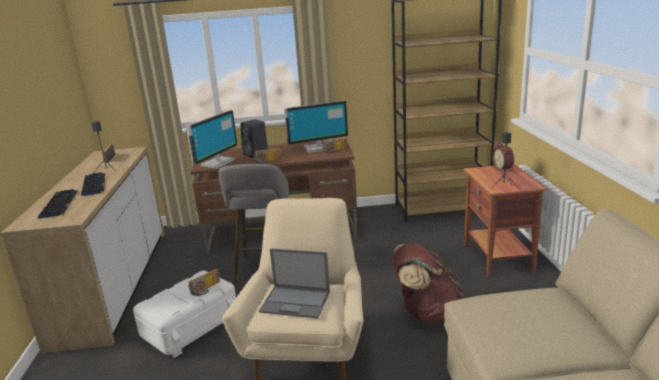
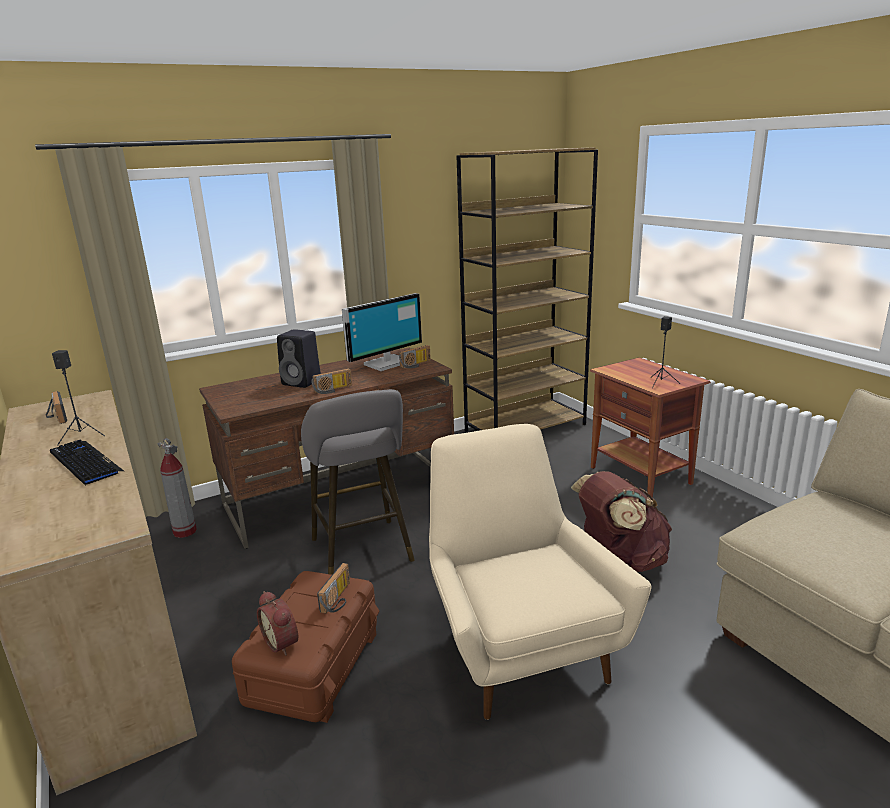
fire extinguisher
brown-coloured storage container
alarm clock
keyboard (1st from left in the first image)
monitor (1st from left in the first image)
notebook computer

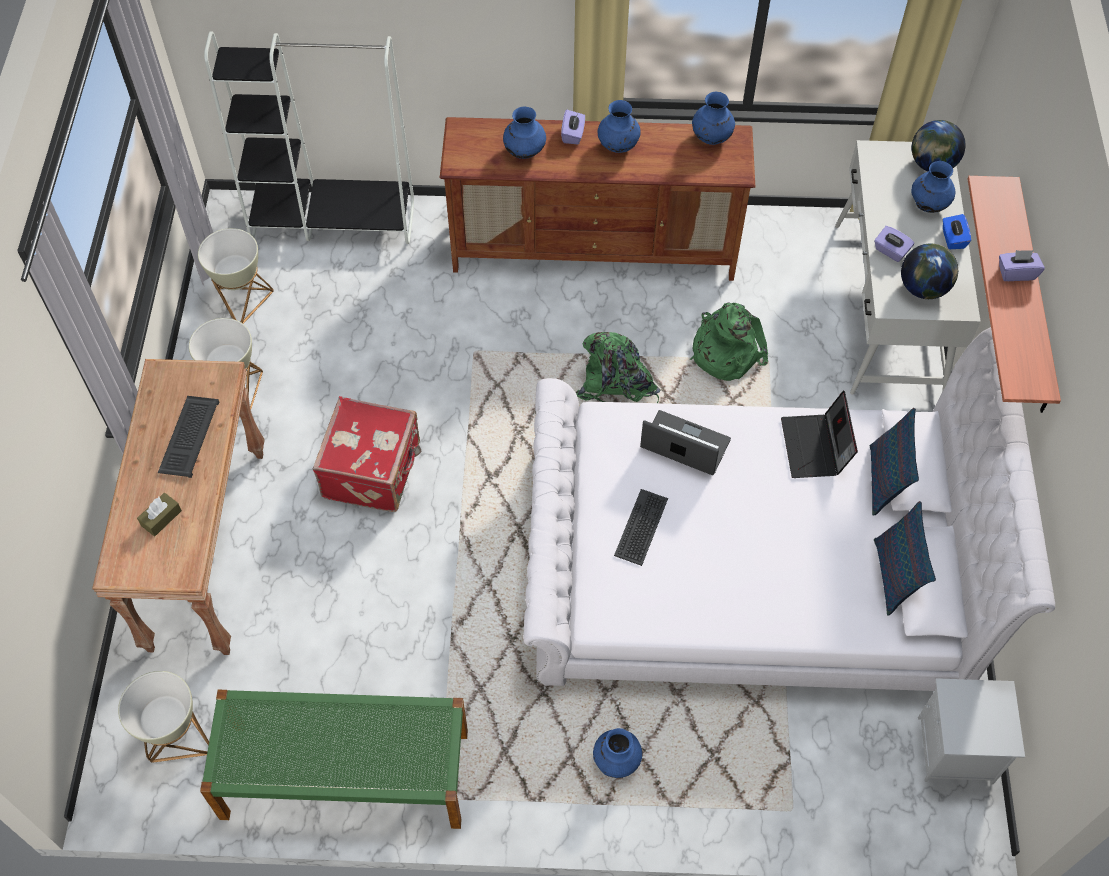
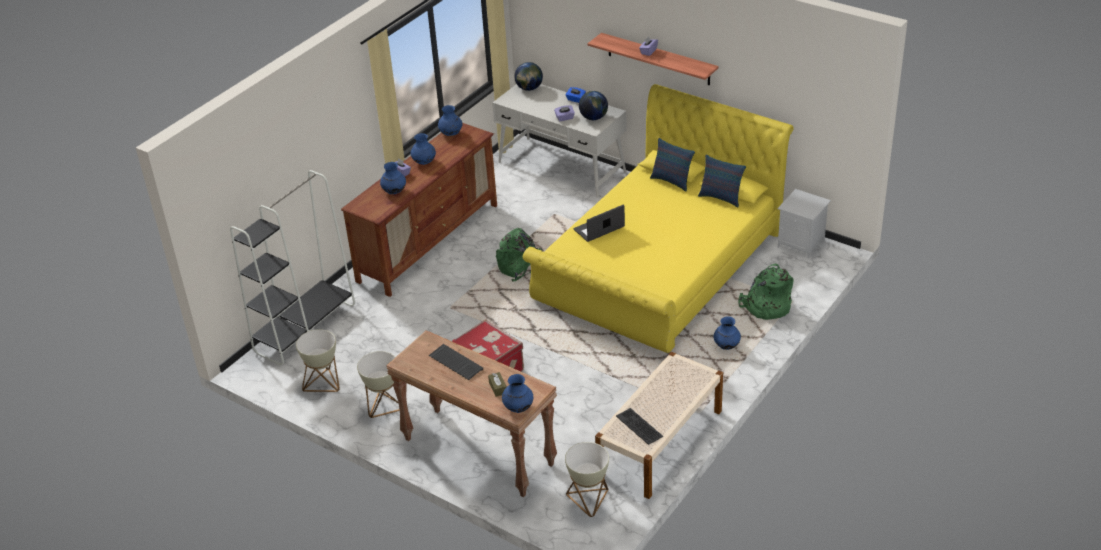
blue-coloured flower vase (4th from left)
yellowish bedroom bed
beige-coloured long seat
keyboard (2nd from left)
green rucksack (2nd from left)
notebook computer (2nd from left in the first image)

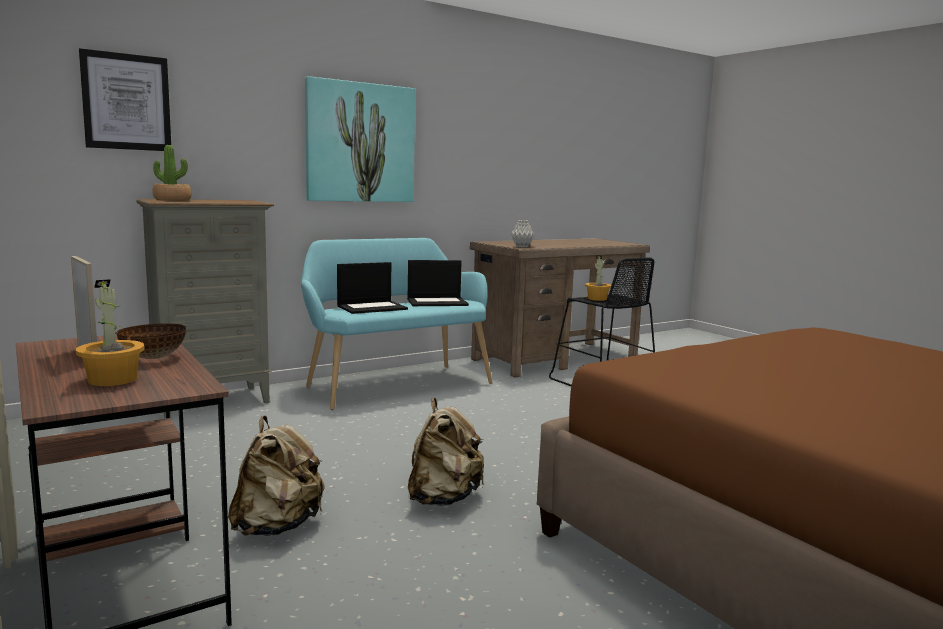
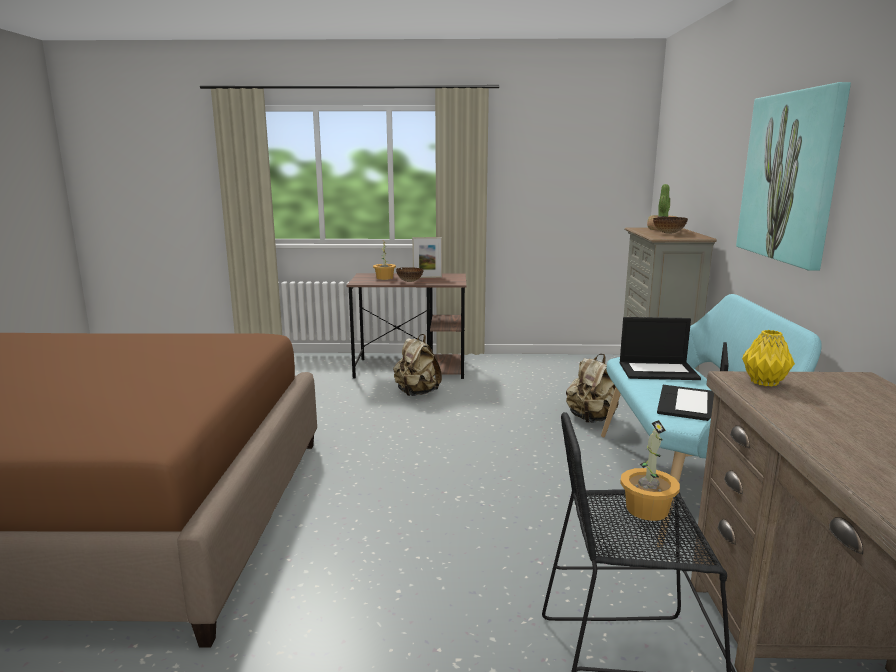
beige-coloured rucksack (2nd from left)
notebook computer (1st from left)
bowl (2nd from left)
yellowish flower vase
picture (1st from left in the first image)

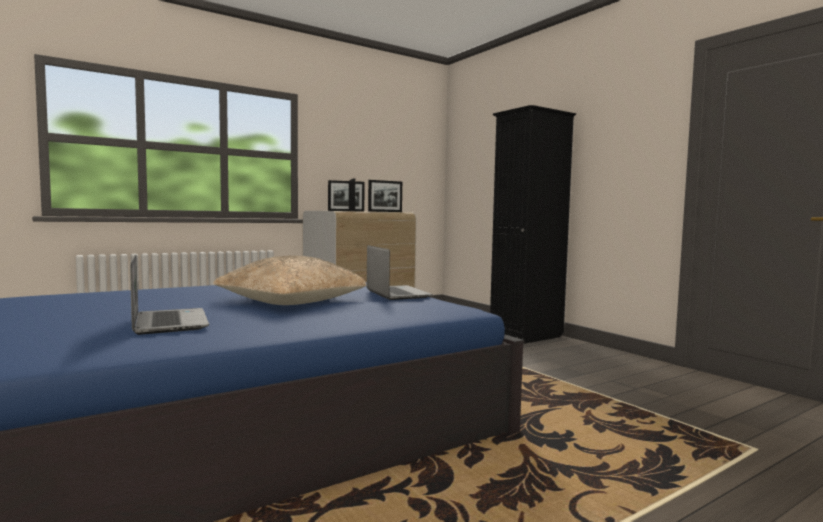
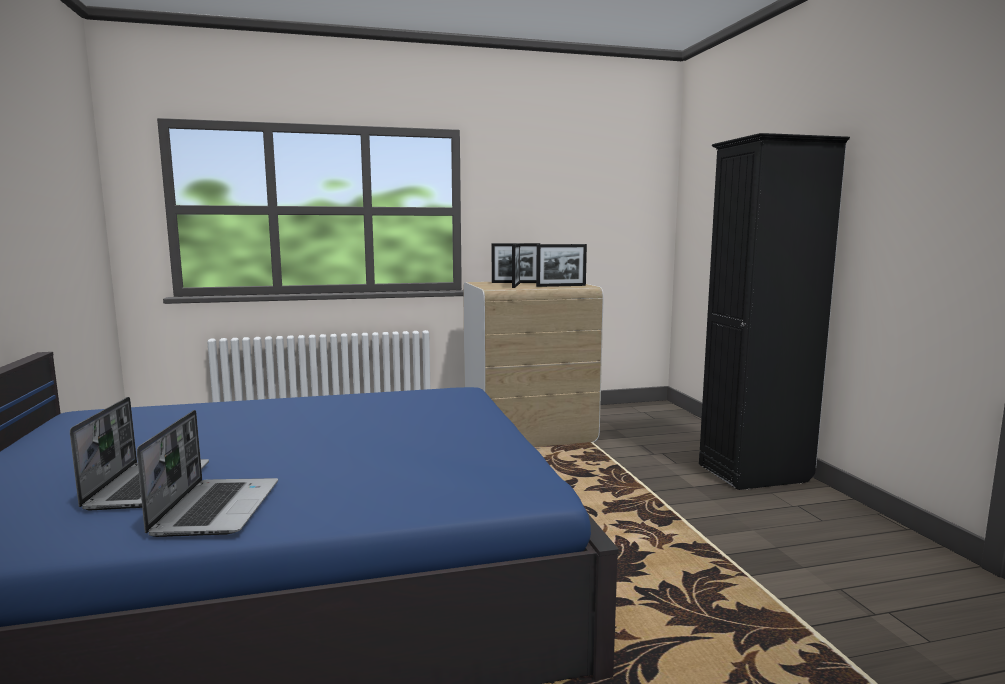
notebook computer (2nd from left)
beige-coloured throw pillow

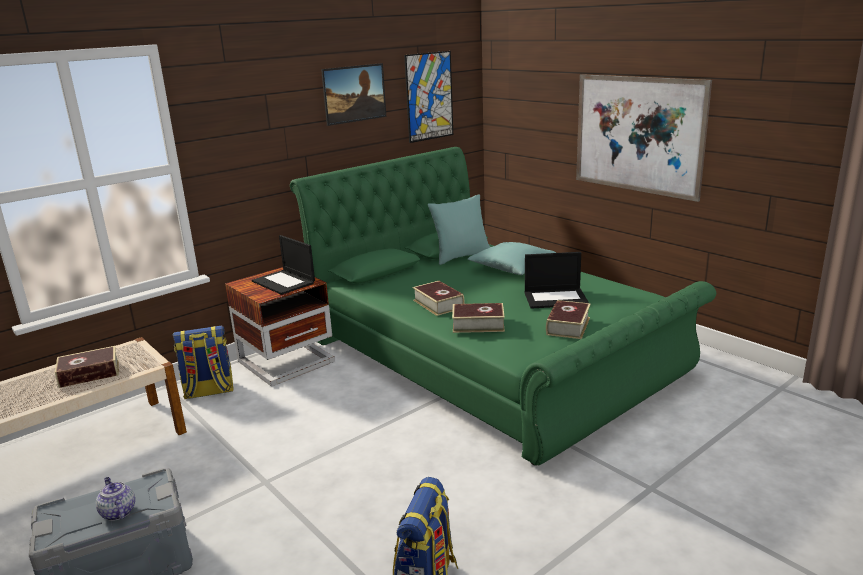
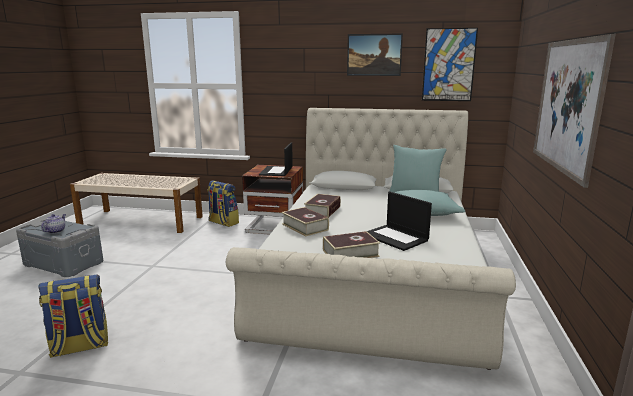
beige-coloured bedroom bed
volume (1st from left in the first image)

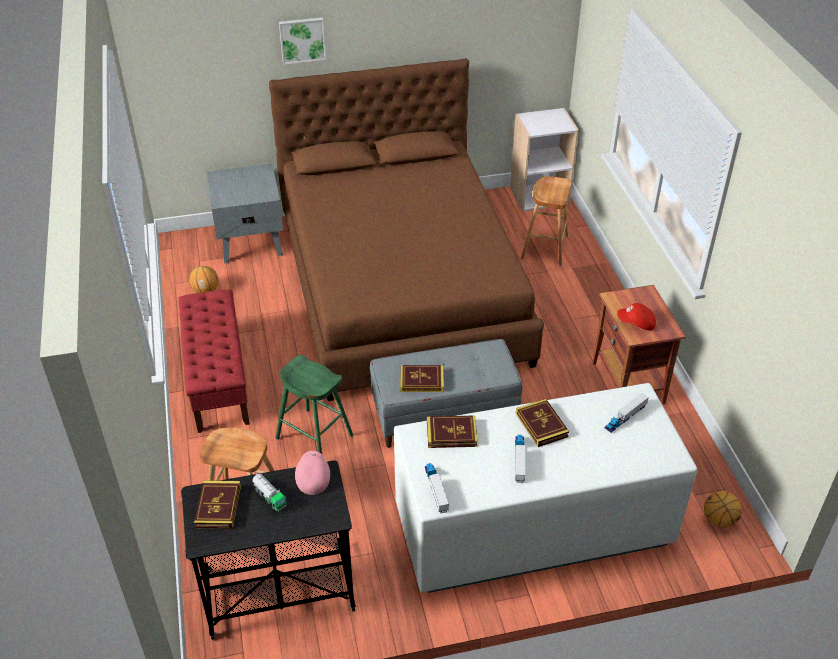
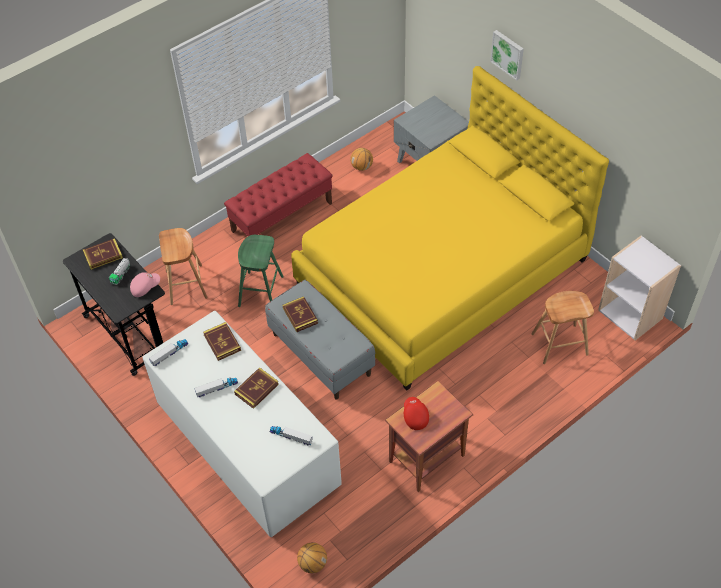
yellowish bedroom bed

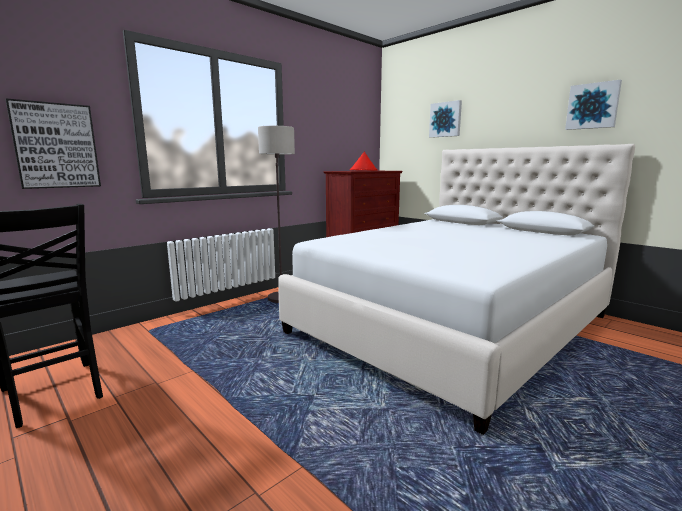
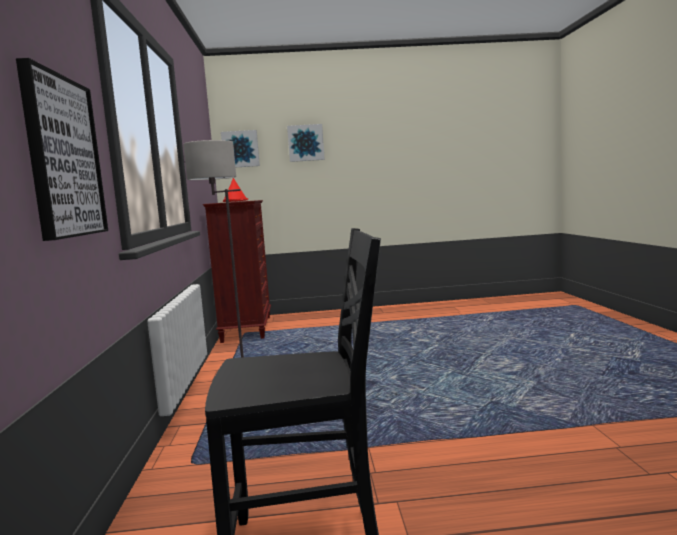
picture (2nd from left)
white bedroom bed

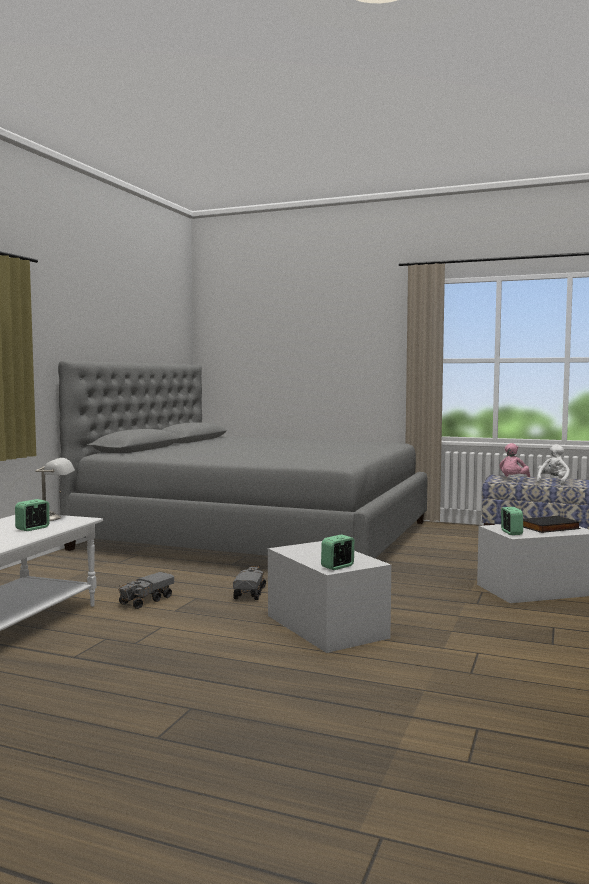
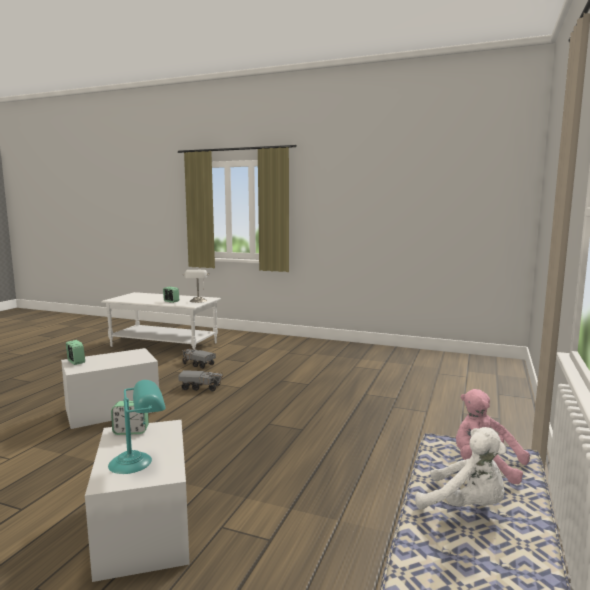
turquoise-coloured lamp for a table
greyish bedroom bed

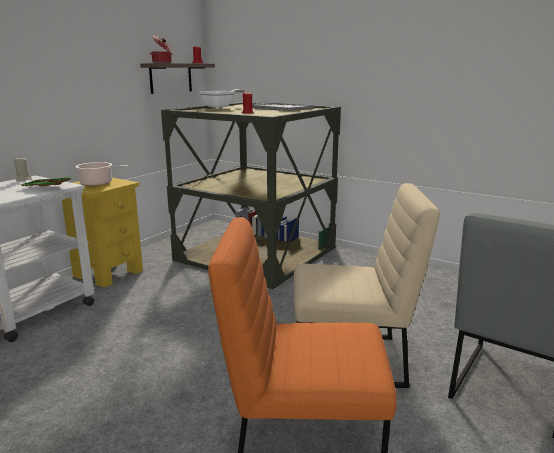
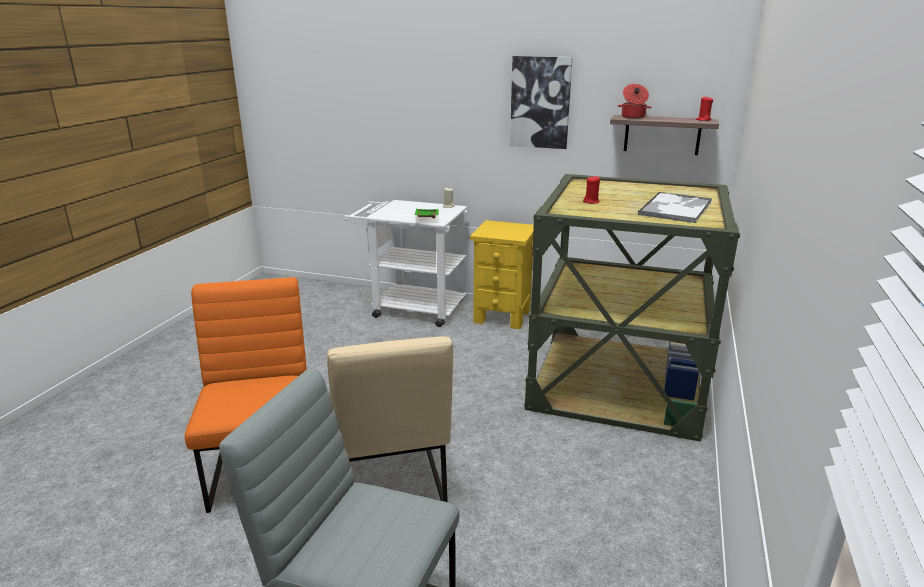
picture
stockpot (1st from left in the first image)
pan

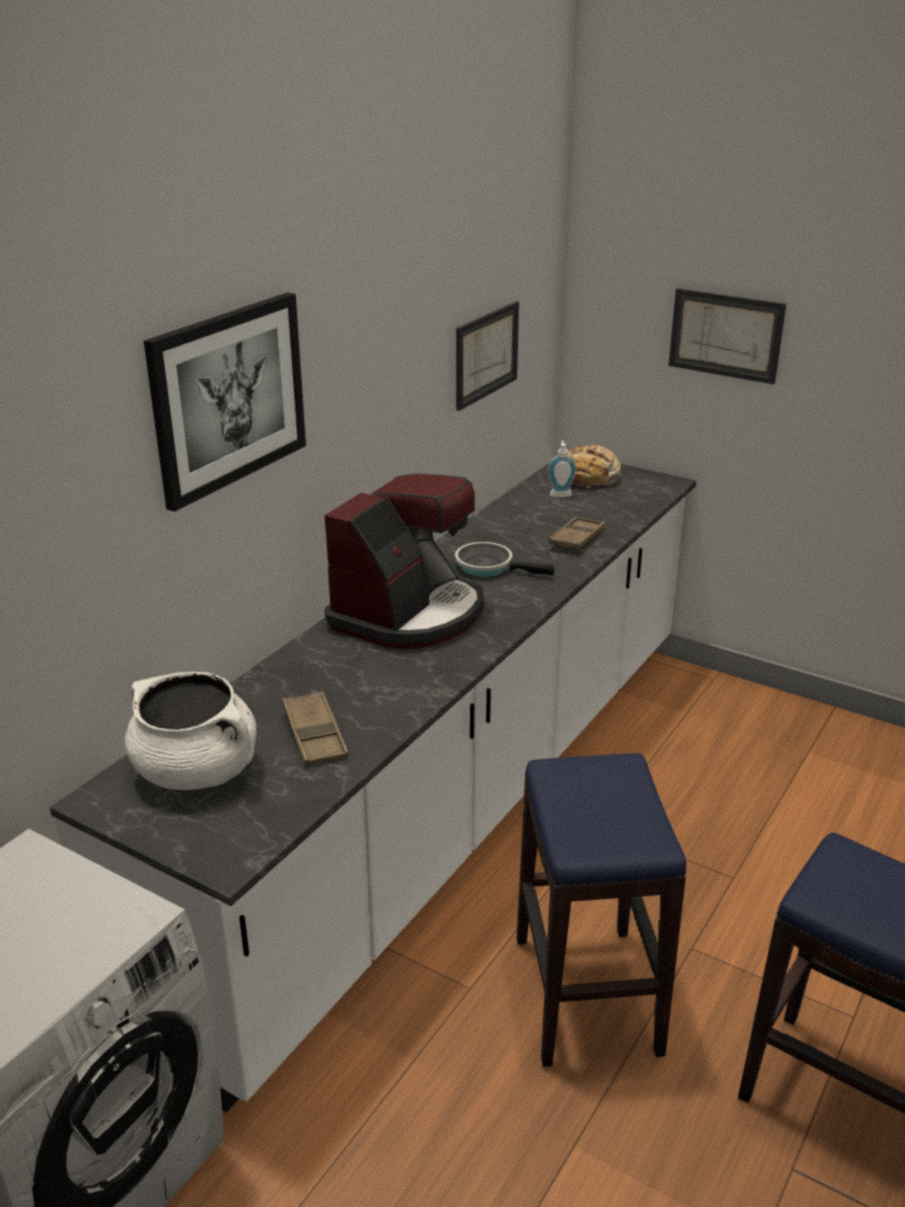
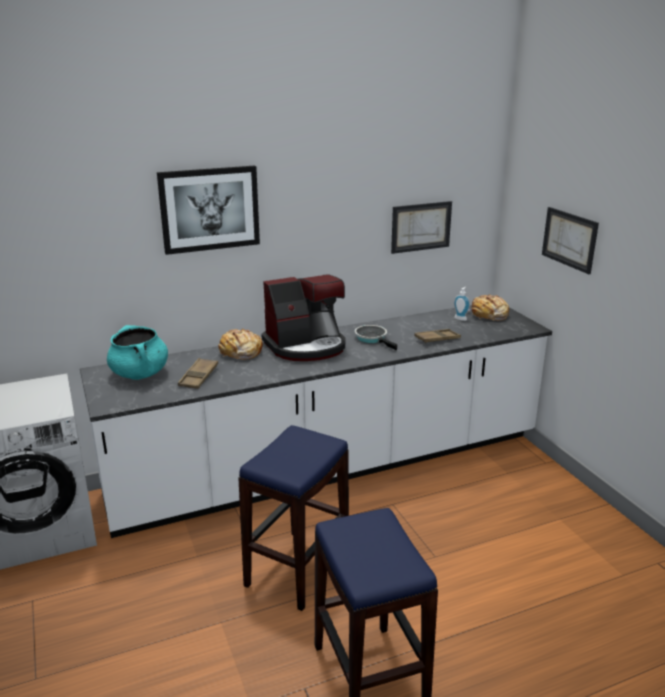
turquoise-coloured stockpot
baked bread (1st from left)

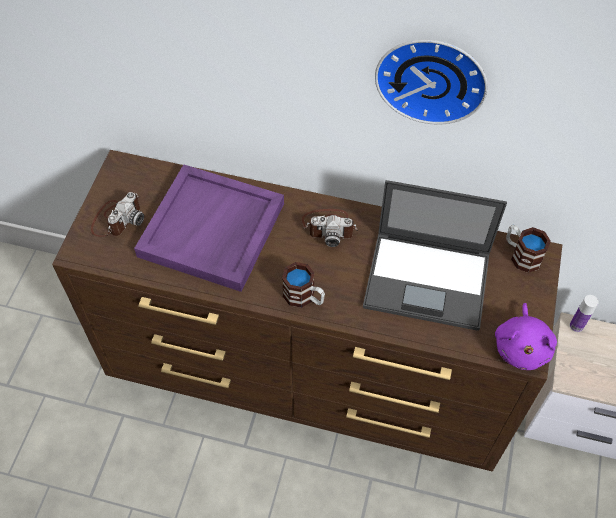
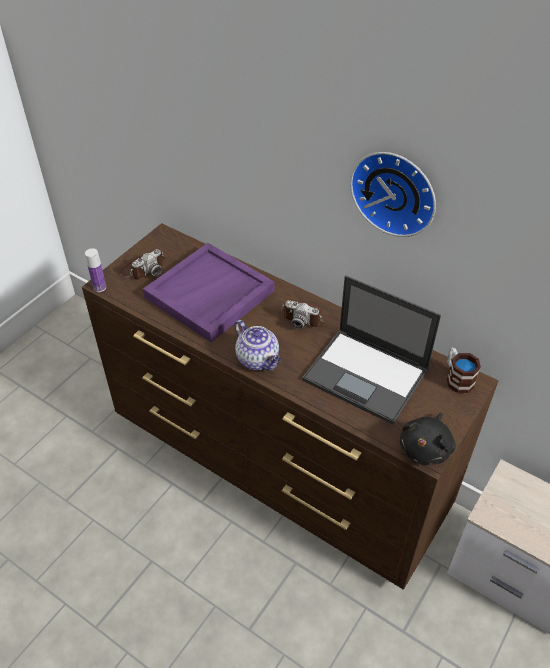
beverage bottle
teapot
black-coloured plush toy

